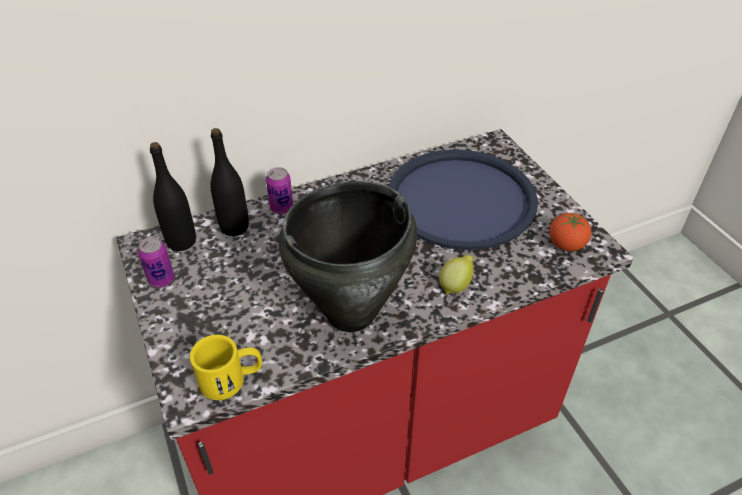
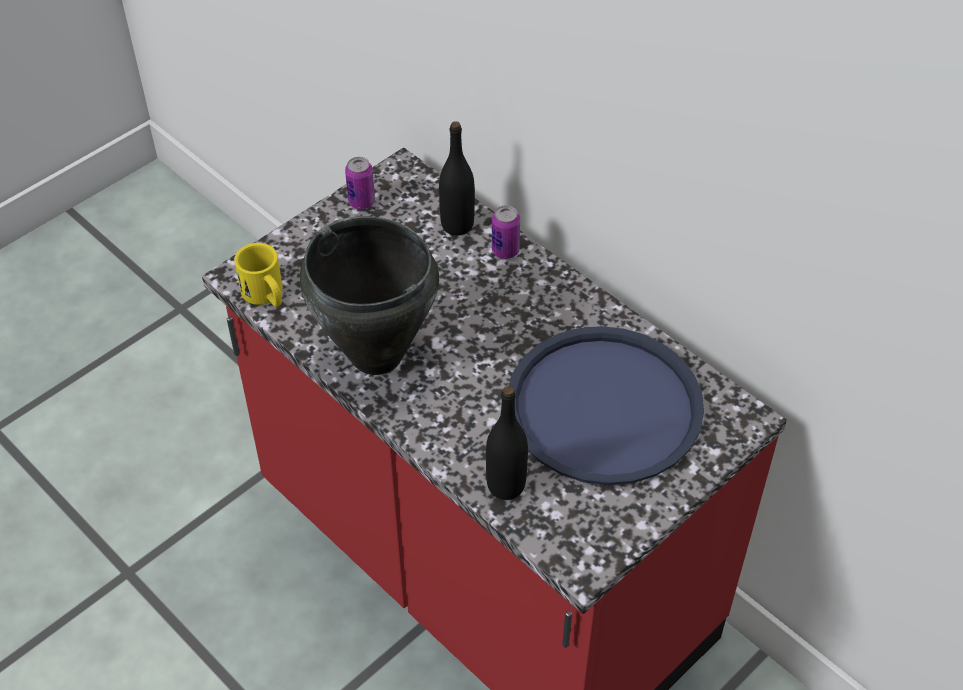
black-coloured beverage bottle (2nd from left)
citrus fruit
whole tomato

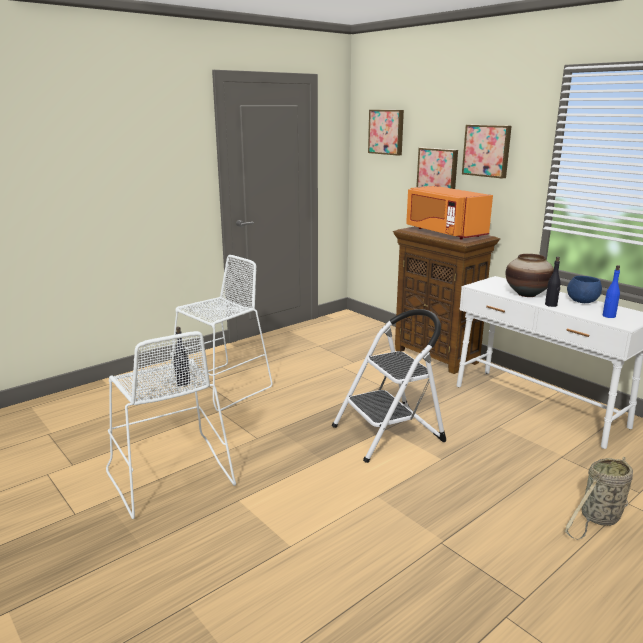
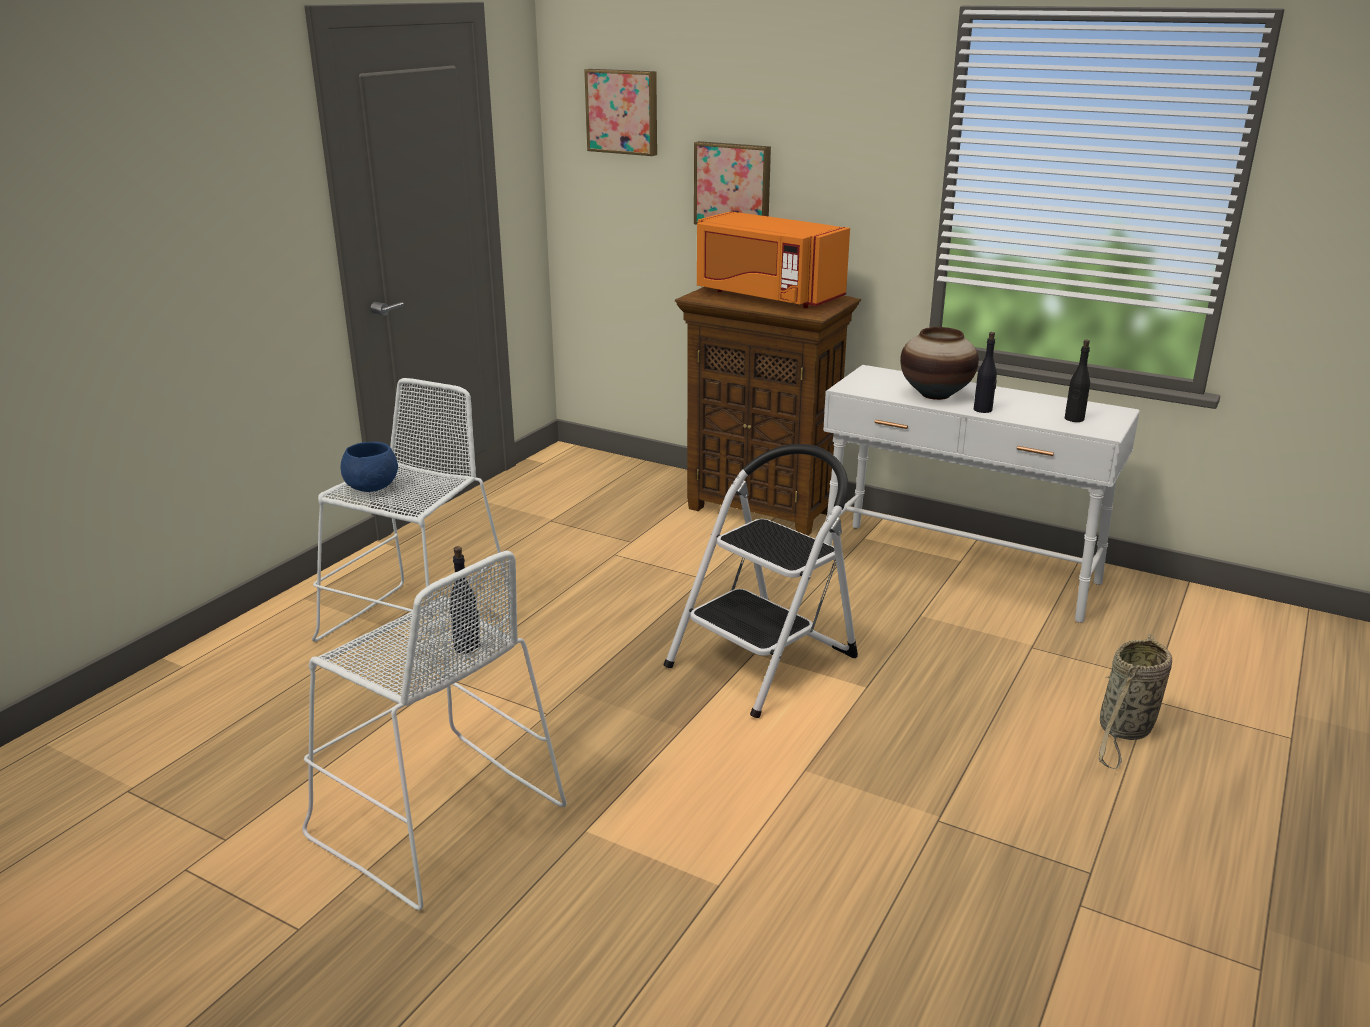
blue-coloured bowl
black-coloured beverage bottle (3rd from left)
picture (3rd from left in the first image)

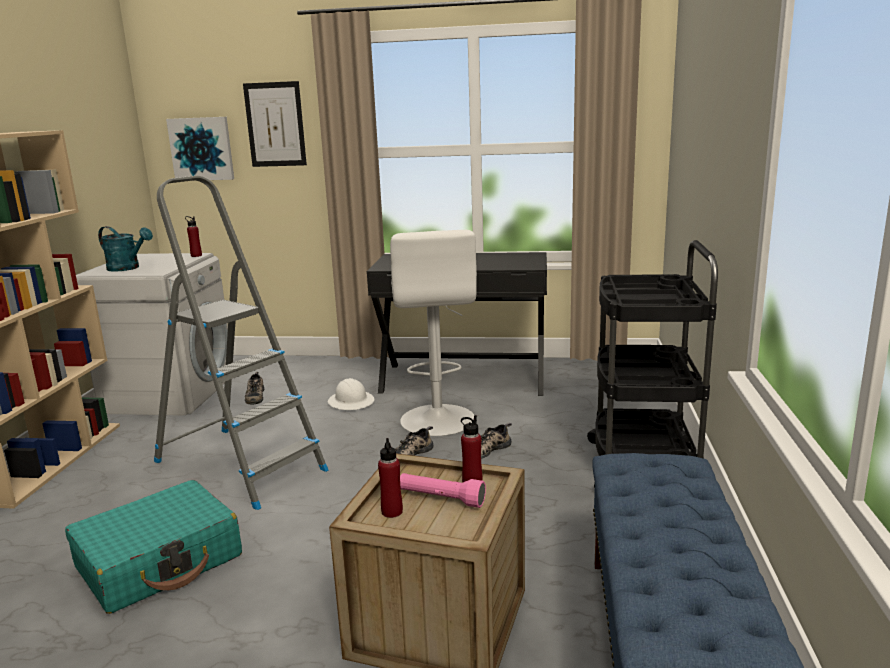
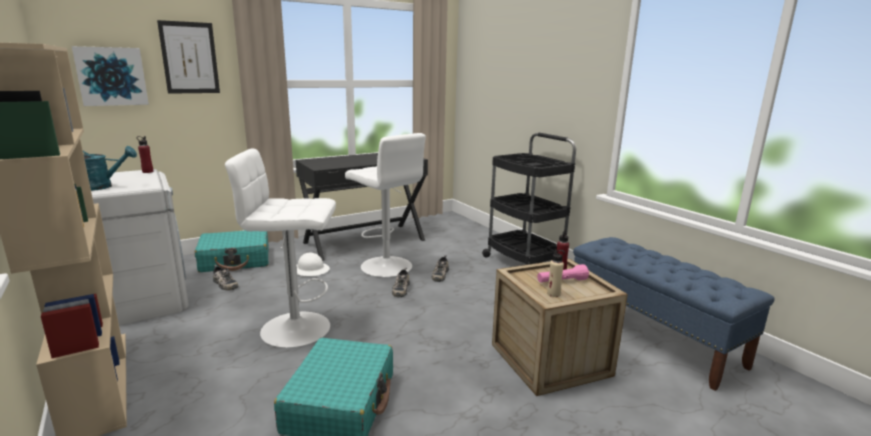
turquoise-coloured piece of luggage (1st from left)
white stool (1st from left)
beige-coloured beverage bottle

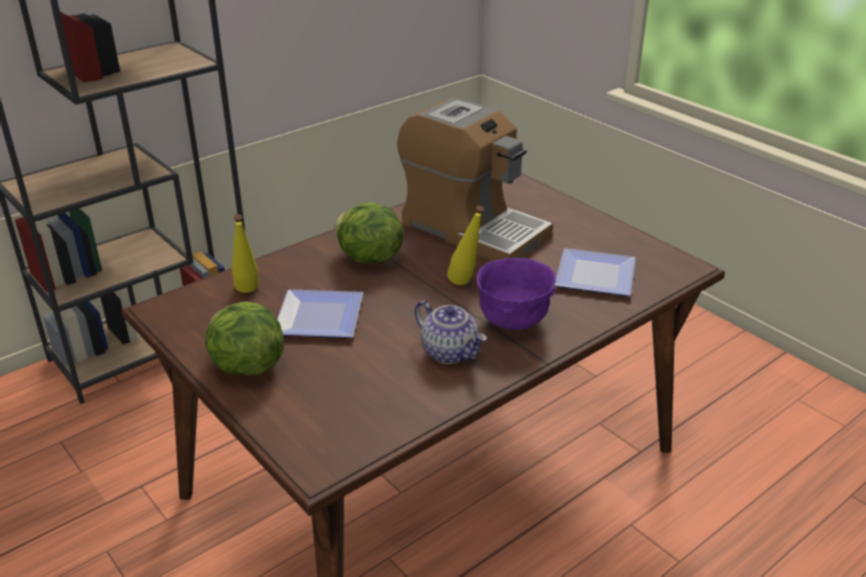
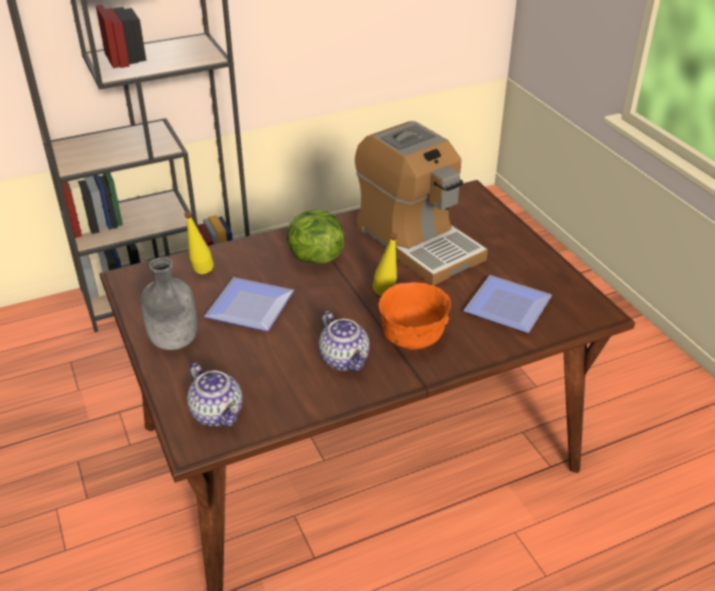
greyish beverage bottle
teapot (1st from left)
orange-coloured bowl

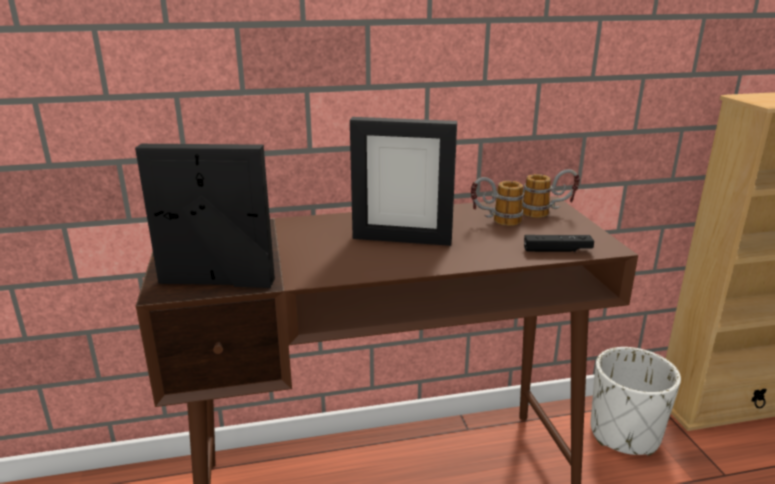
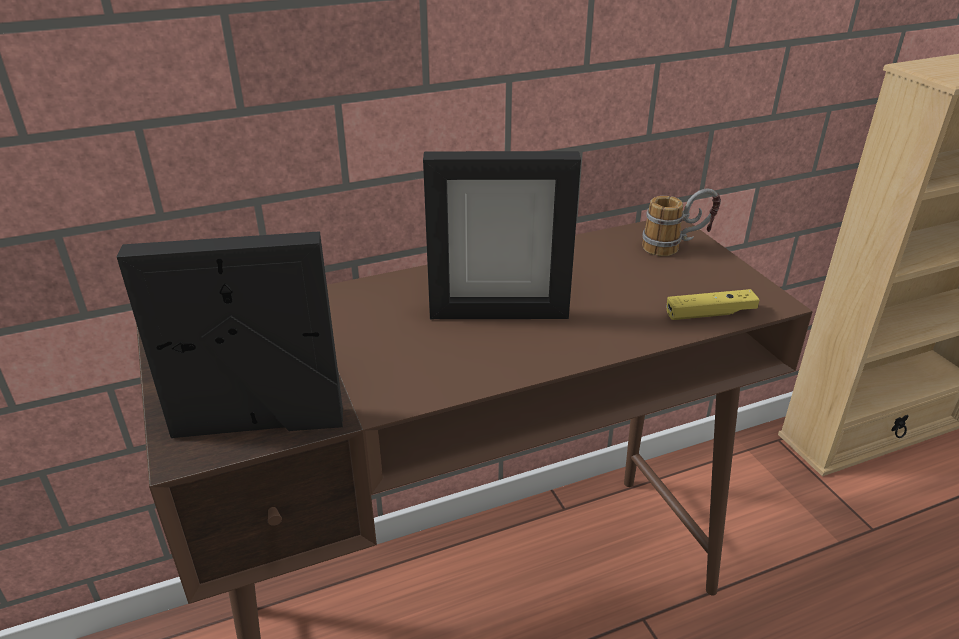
yellowish game controller
coffee mug (1st from left in the first image)
white planter

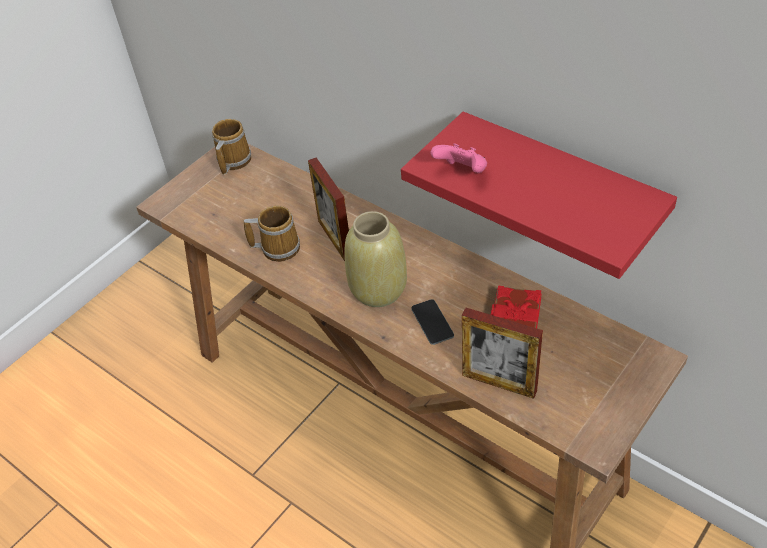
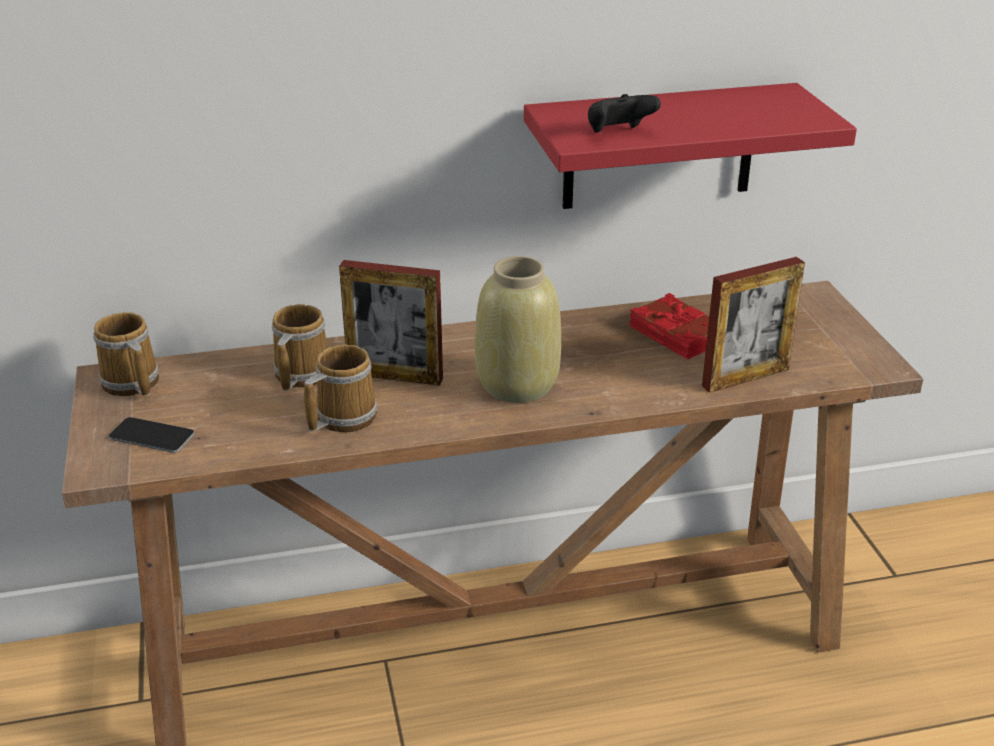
handset
coffee mug (2nd from left)
black-coloured game controller

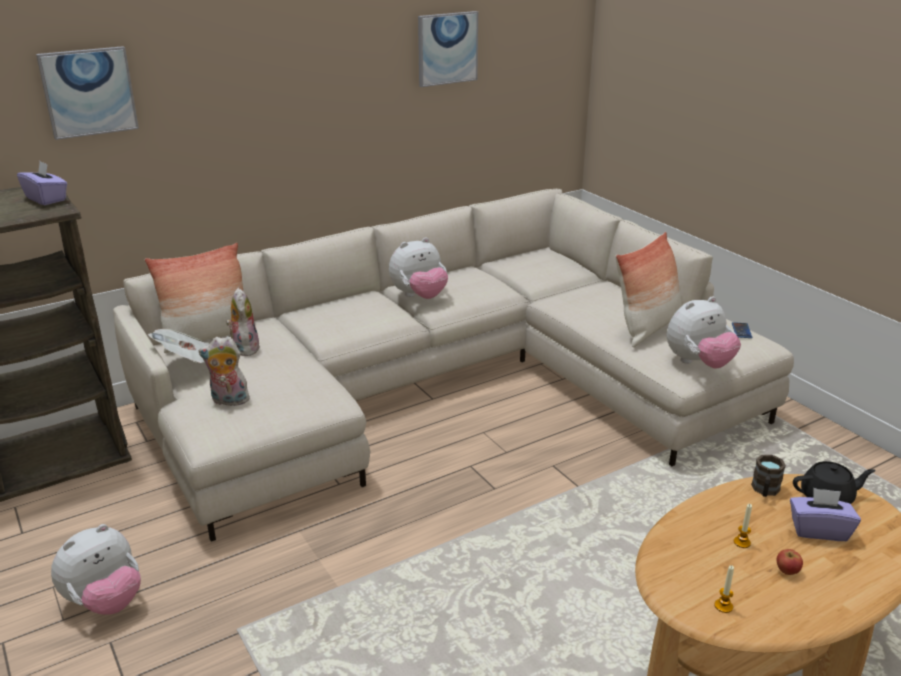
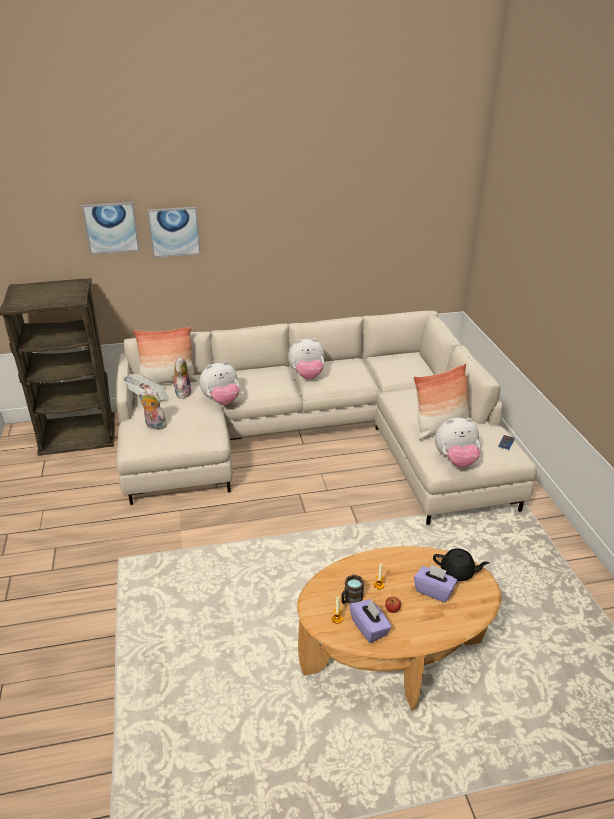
picture (2nd from left)
plush toy (3rd from left)
brown-coloured coffee mug
purplish tissue holder (1st from left)

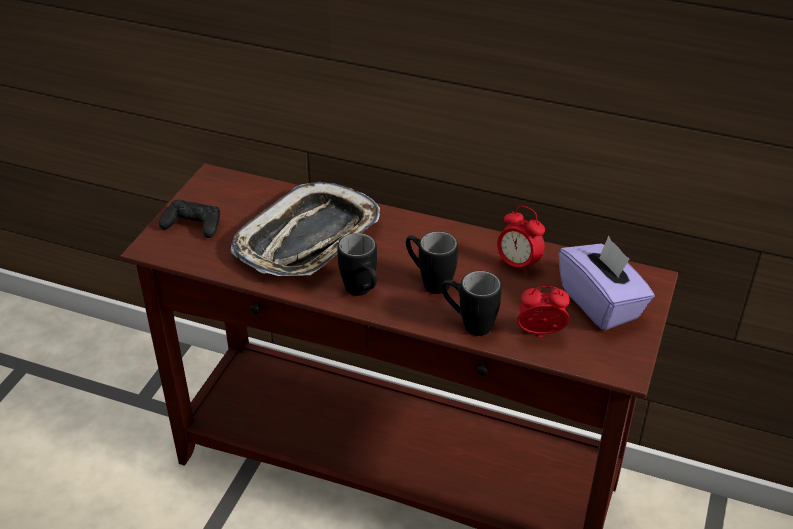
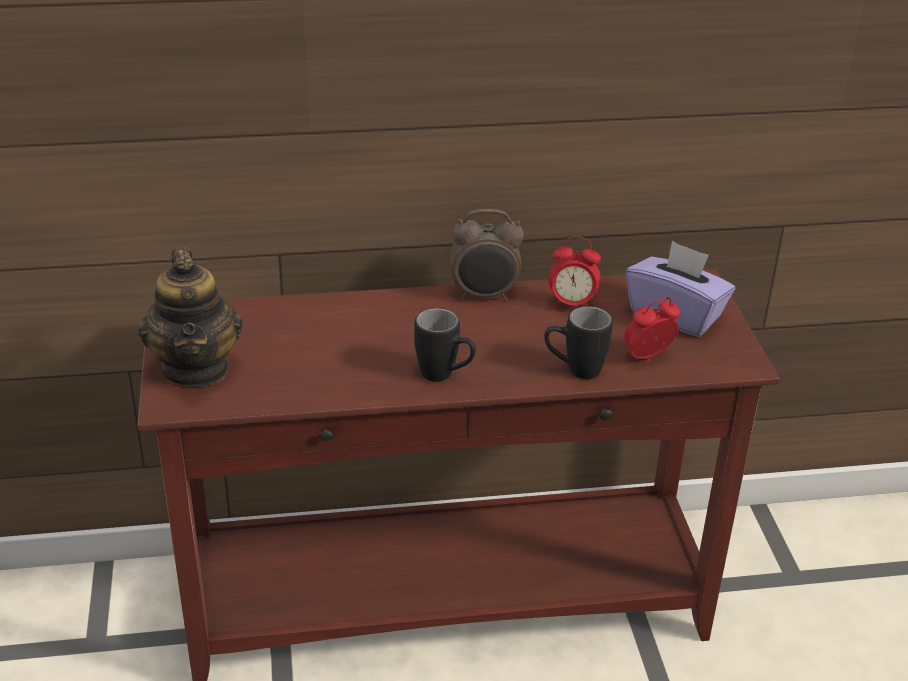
teapot
alarm clock (1st from left)
tray
black-coloured coffee mug (2nd from left in the first image)

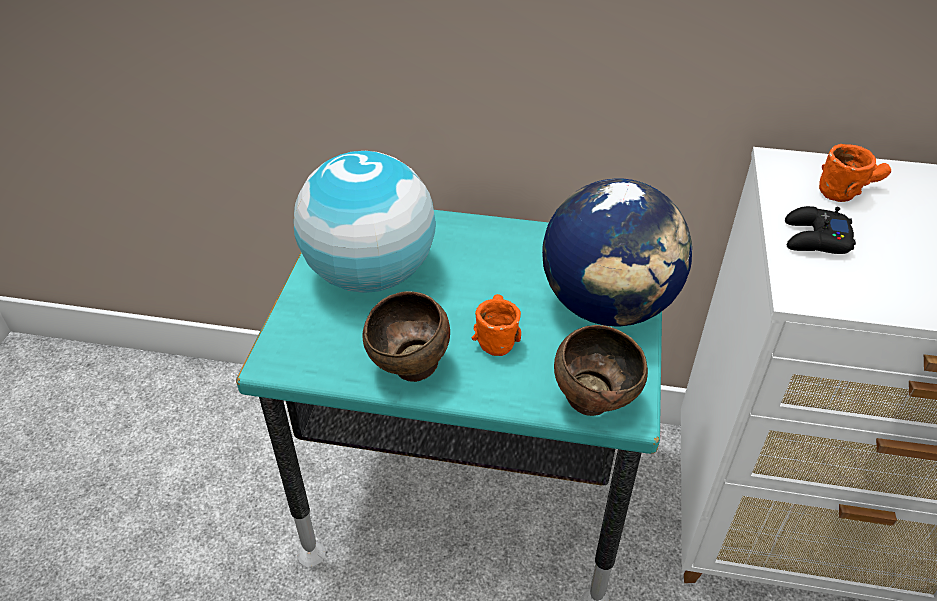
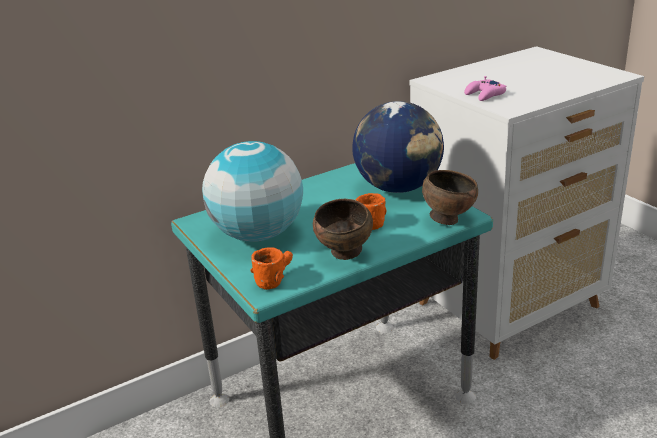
orange-coloured coffee mug (1st from left)
pink game controller

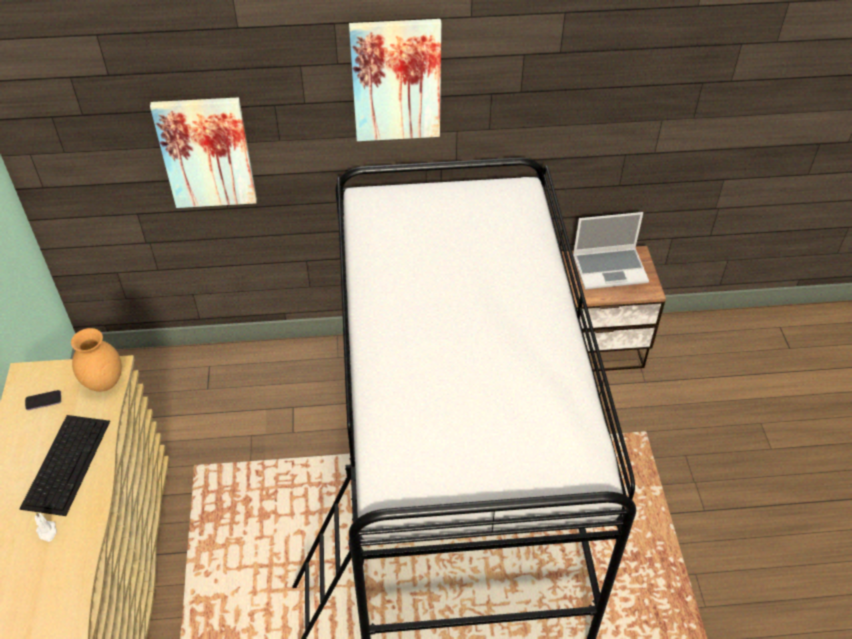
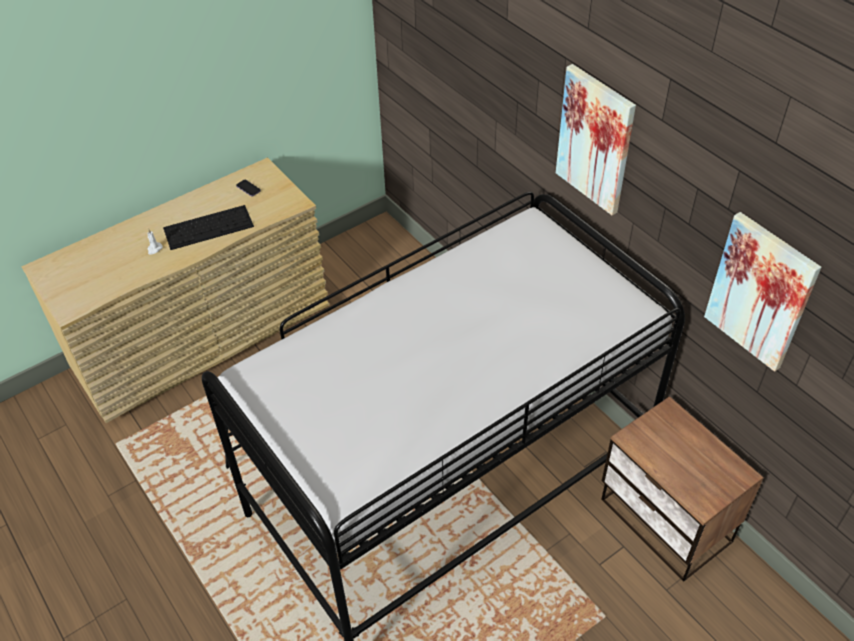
picture (2nd from left)
brown-coloured flower vase
notebook computer

